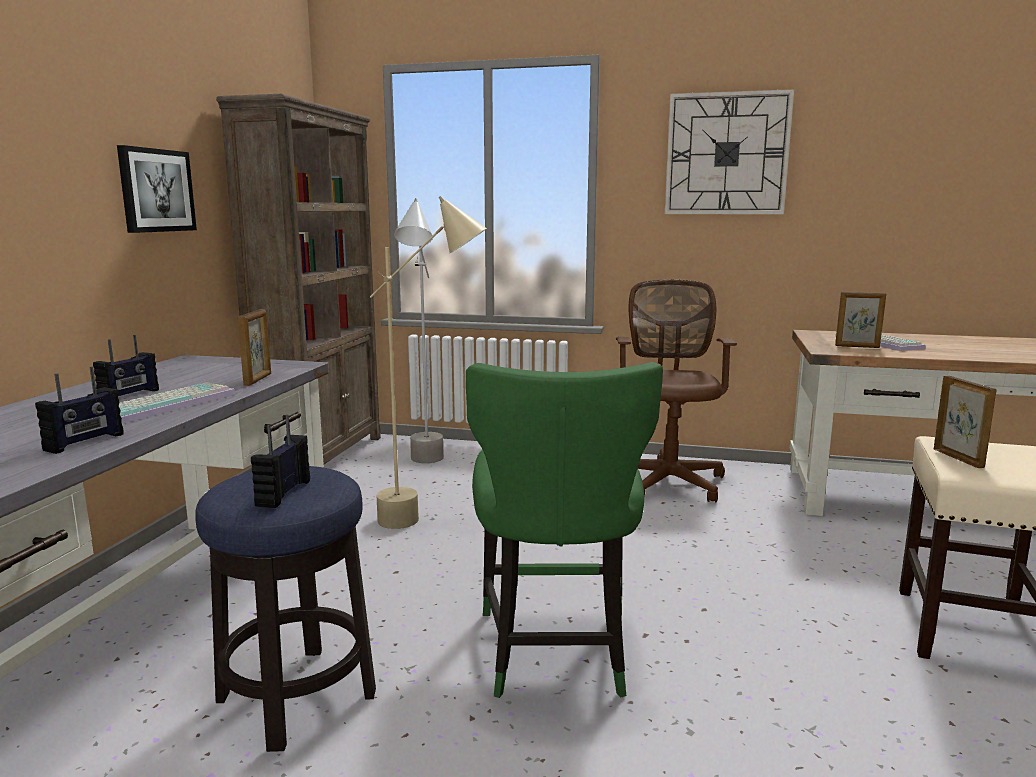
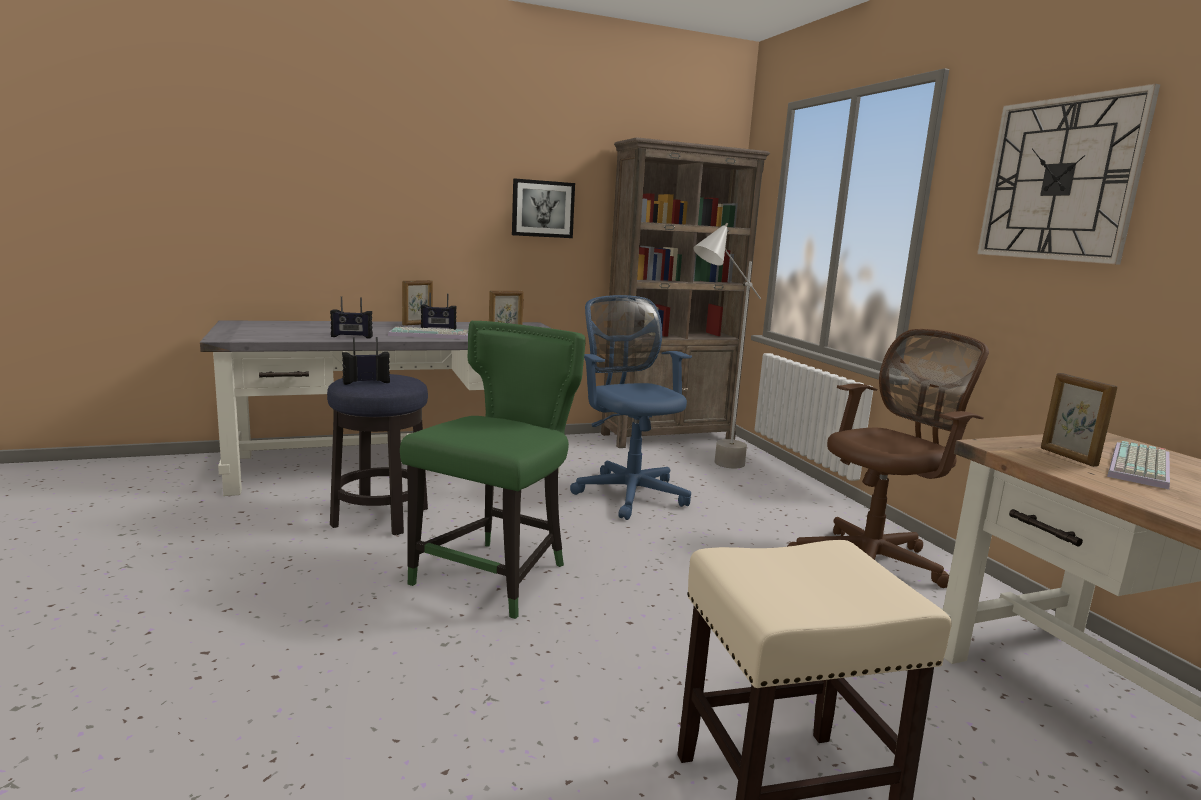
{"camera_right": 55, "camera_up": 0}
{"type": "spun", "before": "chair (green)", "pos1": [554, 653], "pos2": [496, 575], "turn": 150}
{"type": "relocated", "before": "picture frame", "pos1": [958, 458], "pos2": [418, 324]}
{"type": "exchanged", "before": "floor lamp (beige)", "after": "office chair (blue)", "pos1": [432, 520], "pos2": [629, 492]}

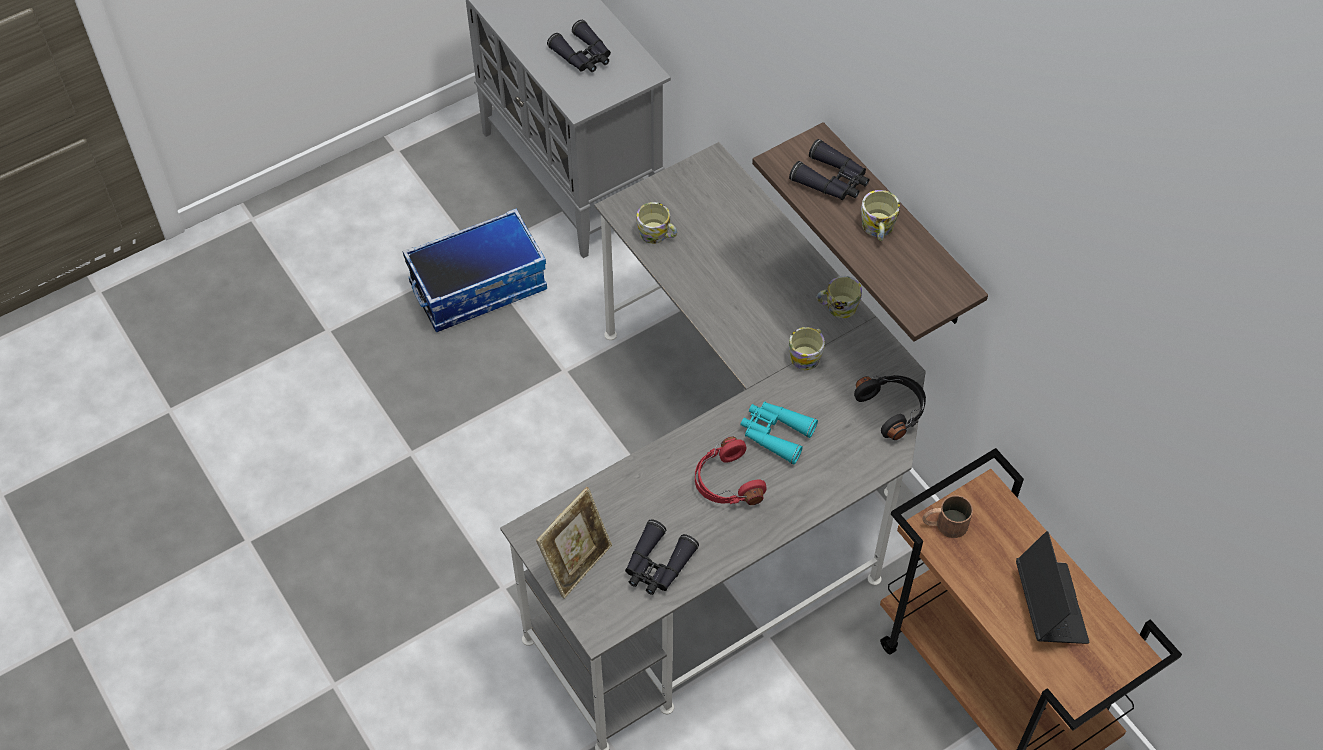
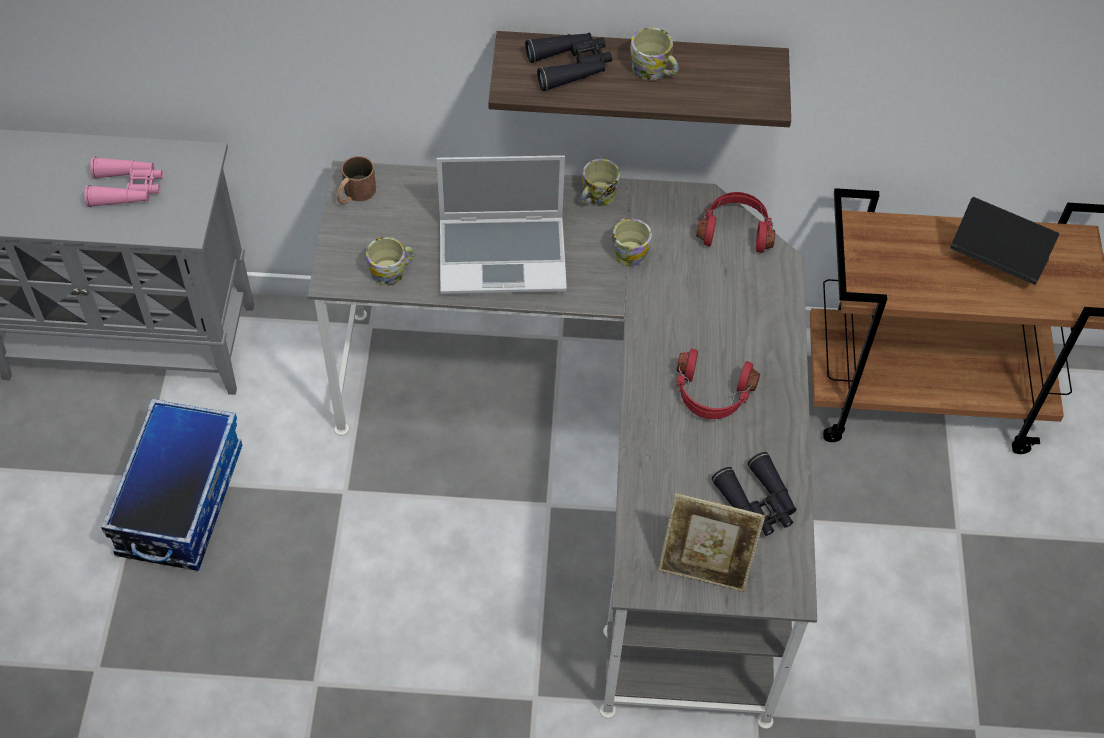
{"camera_right": -55, "camera_up": 0}
{"type": "colour", "before": "binoculars (black)", "after": "binoculars (pink)", "pos1": [583, 56], "pos2": [127, 189]}
{"type": "relocated", "before": "mug (brown)", "pos1": [944, 524], "pos2": [354, 194]}
{"type": "appeared", "after": "laptop", "pos2": [504, 255]}
{"type": "spun", "before": "picture frame", "pos1": [577, 563], "pos2": [705, 566], "turn": 120}
{"type": "colour", "before": "headphones (black)", "after": "headphones (red)", "pos1": [892, 409], "pos2": [735, 230]}
{"type": "missing", "before": "binoculars (turquoise)", "pos1": [775, 434]}

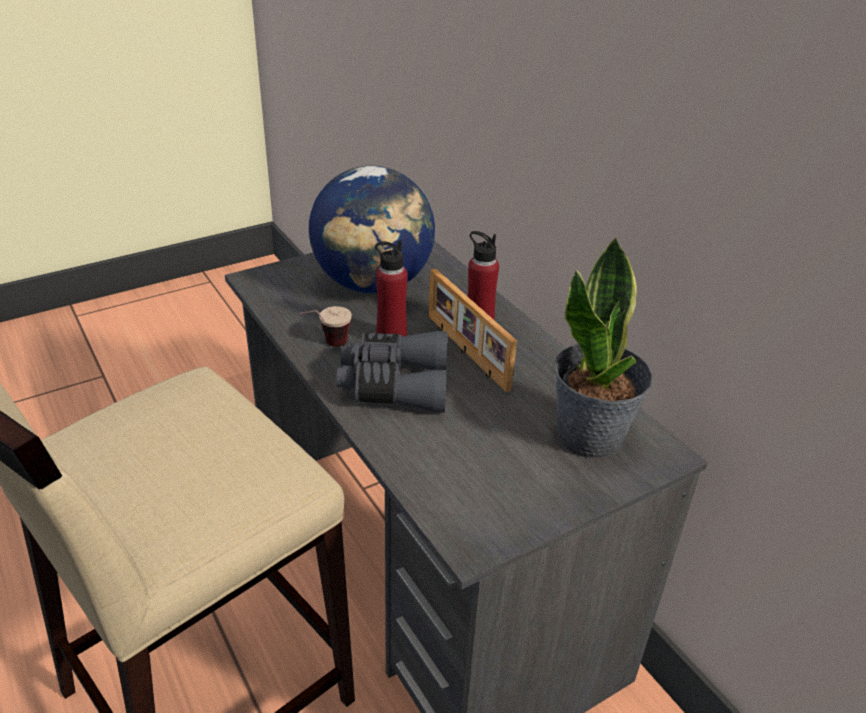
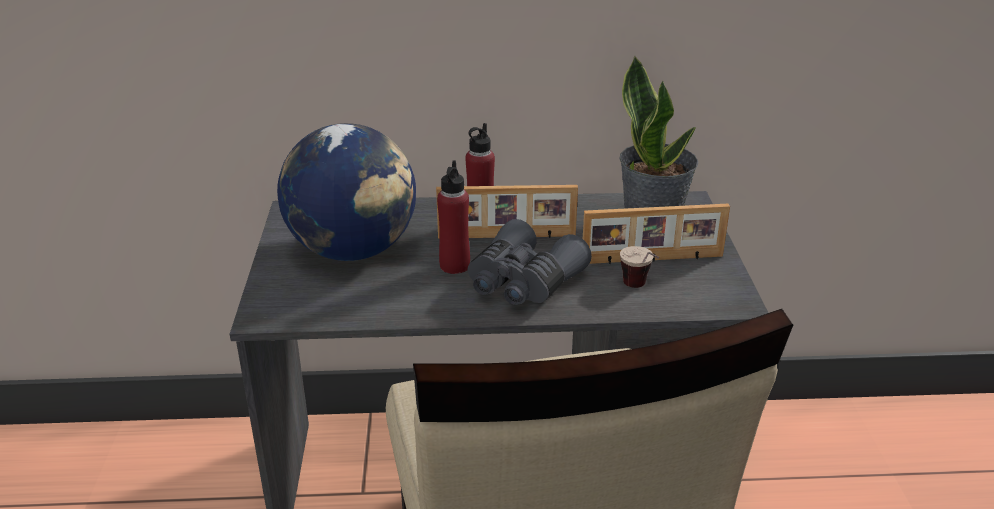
{"camera_right": -60, "camera_up": -5}
{"type": "appeared", "after": "picture frame", "pos2": [652, 260]}
{"type": "relocated", "before": "cup", "pos1": [326, 346], "pos2": [640, 289]}

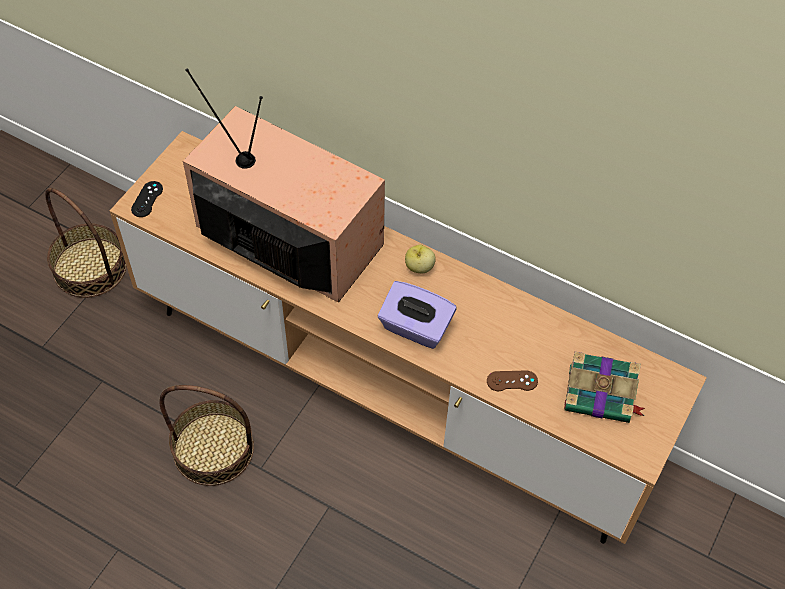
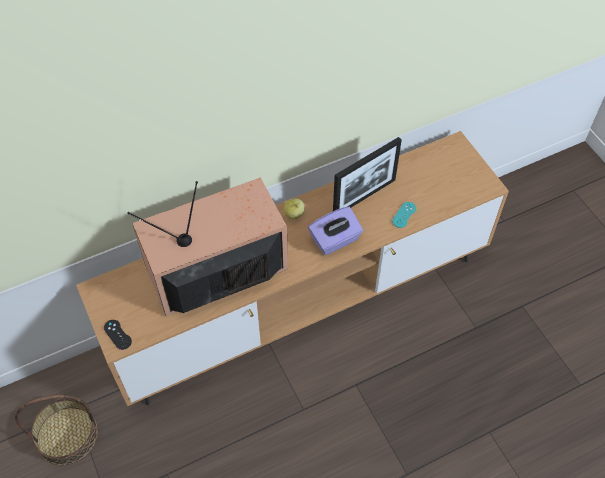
{"camera_right": -55, "camera_up": 0}
{"type": "appeared", "after": "picture frame", "pos2": [364, 197]}
{"type": "colour", "before": "game controller (brown)", "after": "game controller (turquoise)", "pos1": [512, 381], "pos2": [404, 215]}
{"type": "missing", "before": "basket", "pos1": [213, 448]}
{"type": "missing", "before": "book", "pos1": [601, 394]}

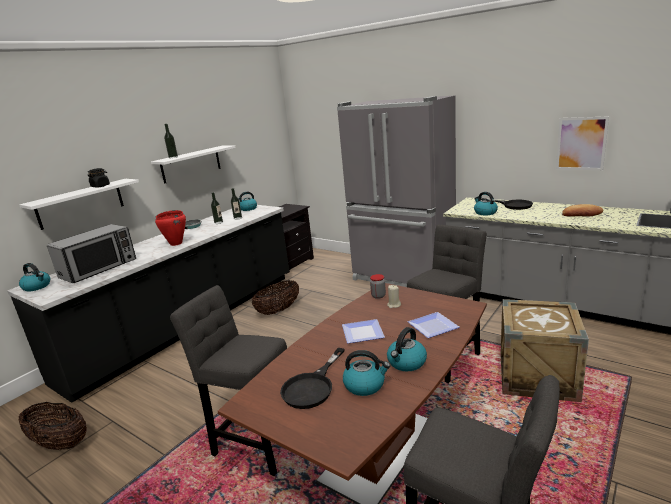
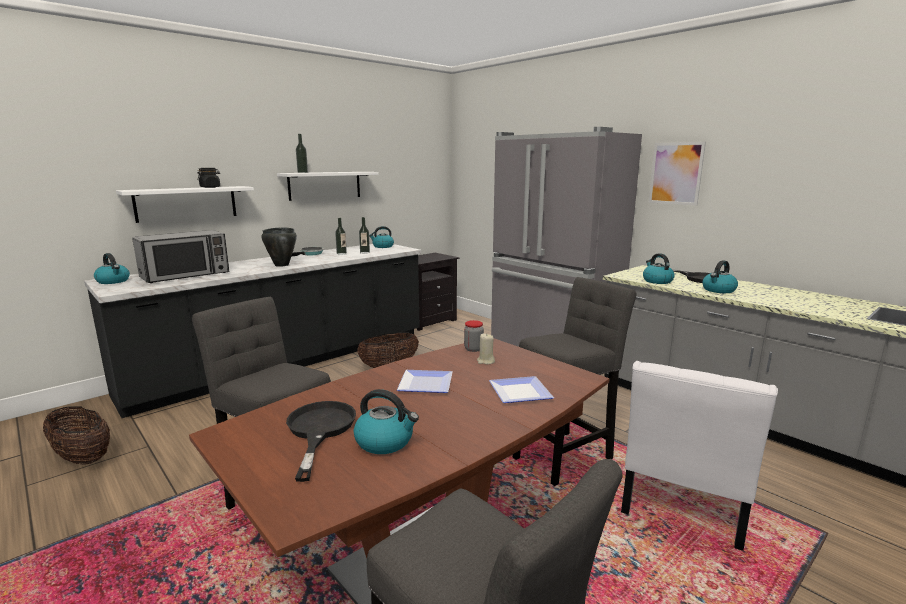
{"camera_right": 10, "camera_up": -5}
{"type": "colour", "before": "cooking pot (red)", "after": "cooking pot (black)", "pos1": [176, 243], "pos2": [281, 265]}
{"type": "spun", "before": "frying pan (black)", "pos1": [312, 386], "pos2": [319, 430], "turn": 135}
{"type": "exchanged", "before": "crate", "after": "chair (white)", "pos1": [537, 377], "pos2": [682, 504]}
{"type": "relocated", "before": "picture", "pos1": [581, 143], "pos2": [676, 173]}
{"type": "relocated", "before": "kettle", "pos1": [406, 363], "pos2": [718, 290]}
{"type": "missing", "before": "bread", "pos1": [581, 214]}

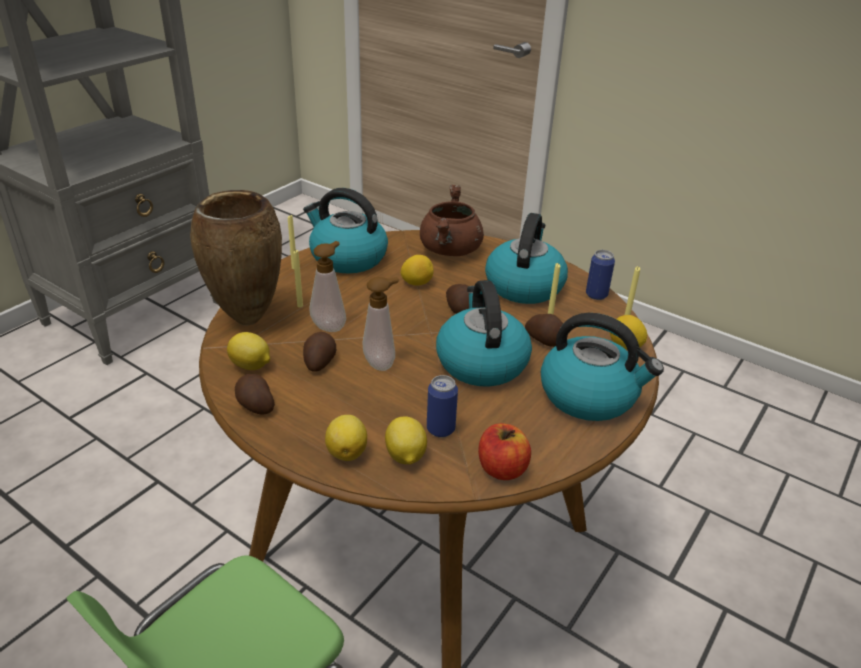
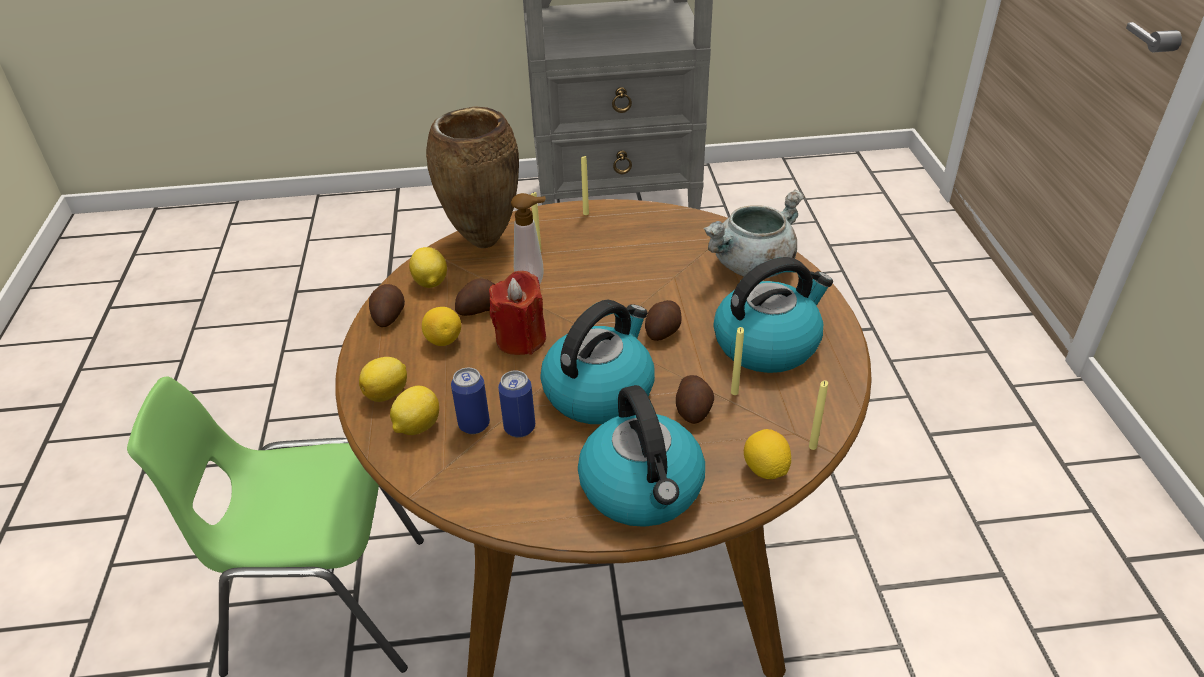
{"camera_right": 50, "camera_up": 5}
{"type": "relocated", "before": "lemon", "pos1": [417, 283], "pos2": [443, 341]}
{"type": "exchanged", "before": "soap dispenser", "after": "candle (red)", "pos1": [382, 362], "pos2": [521, 339]}
{"type": "relocated", "before": "can", "pos1": [596, 295], "pos2": [519, 428]}
{"type": "colour", "before": "cooking pot (brown)", "after": "cooking pot (grey)", "pos1": [450, 250], "pos2": [752, 267]}
{"type": "missing", "before": "kettle", "pos1": [347, 258]}
{"type": "missing", "before": "apple", "pos1": [501, 468]}

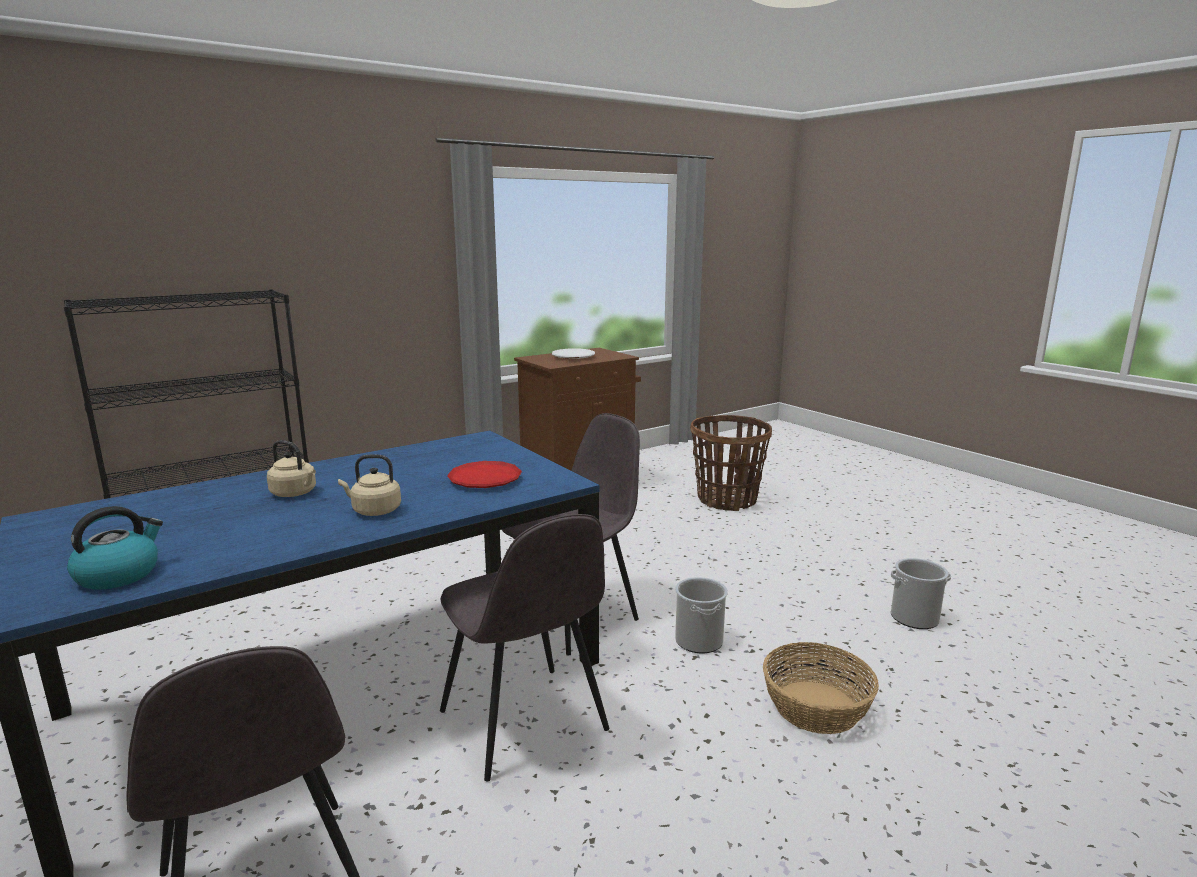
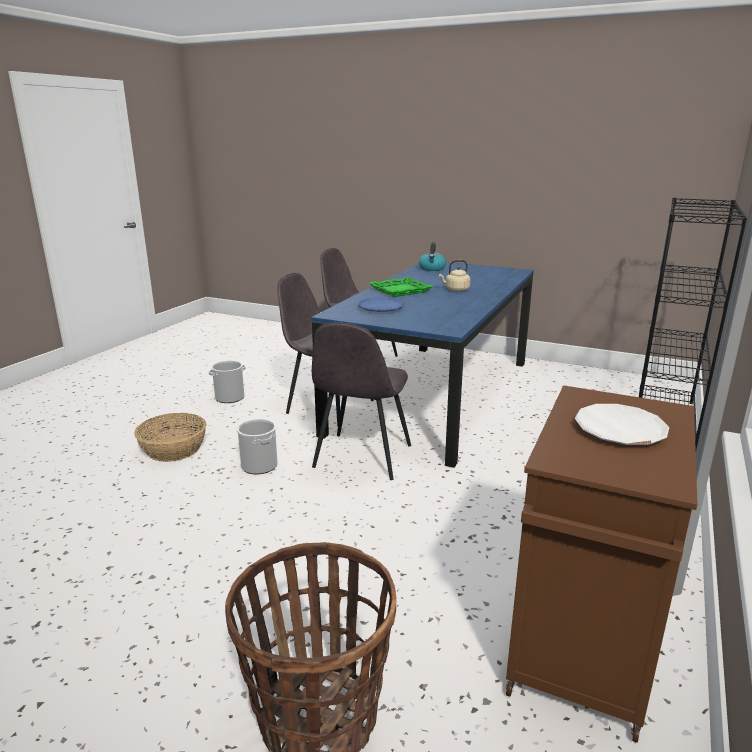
{"camera_right": 150, "camera_up": 5}
{"type": "relocated", "before": "bucket", "pos1": [914, 618], "pos2": [230, 397]}
{"type": "colour", "before": "plate (red)", "after": "plate (blue)", "pos1": [485, 480], "pos2": [380, 308]}
{"type": "exchanged", "before": "kettle (beige)", "after": "tray (green)", "pos1": [374, 511], "pos2": [400, 290]}

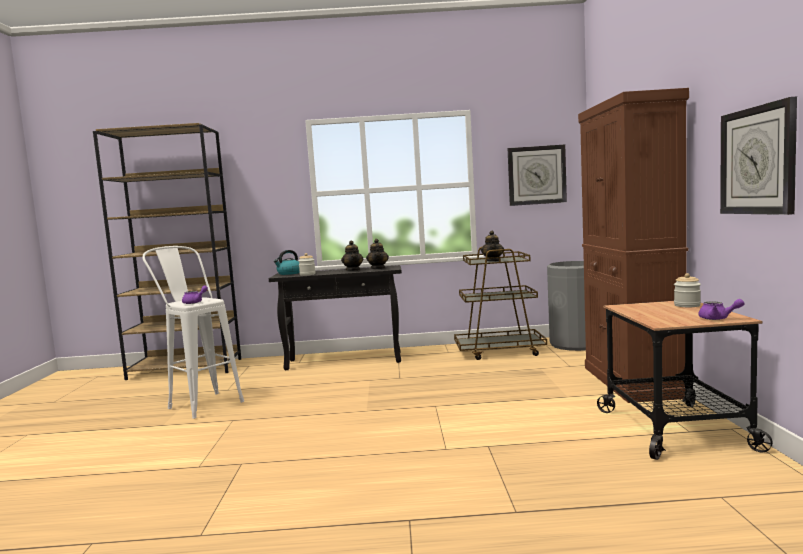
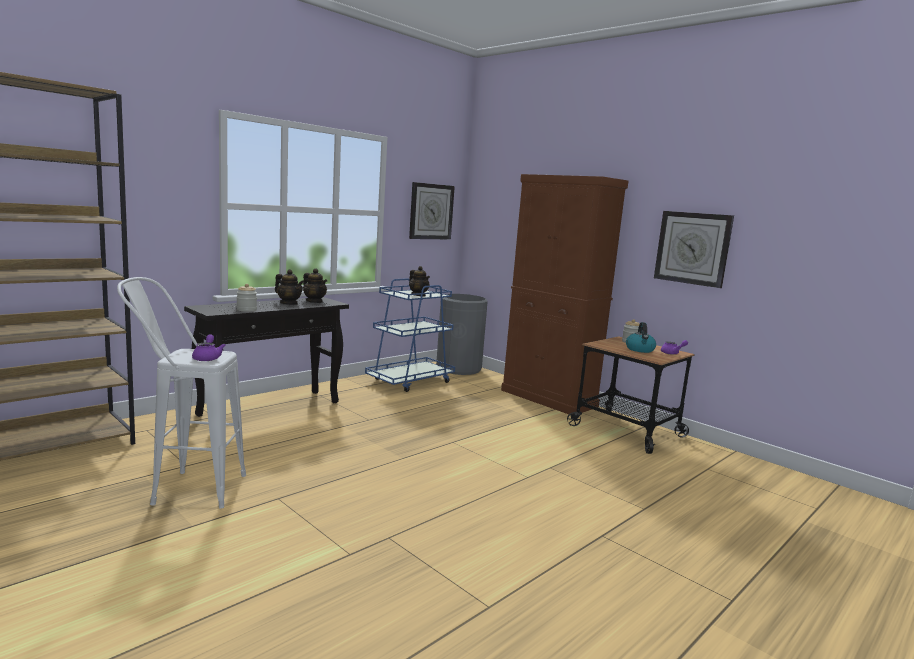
{"camera_right": -45, "camera_up": 5}
{"type": "colour", "before": "cart (brown)", "after": "cart (blue)", "pos1": [499, 351], "pos2": [410, 381]}
{"type": "relocated", "before": "kettle", "pos1": [289, 273], "pos2": [640, 350]}

